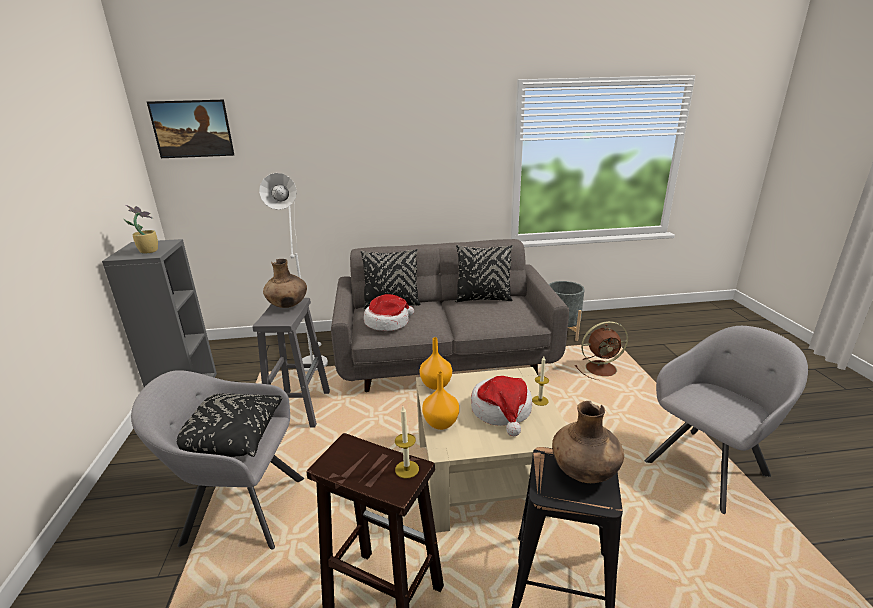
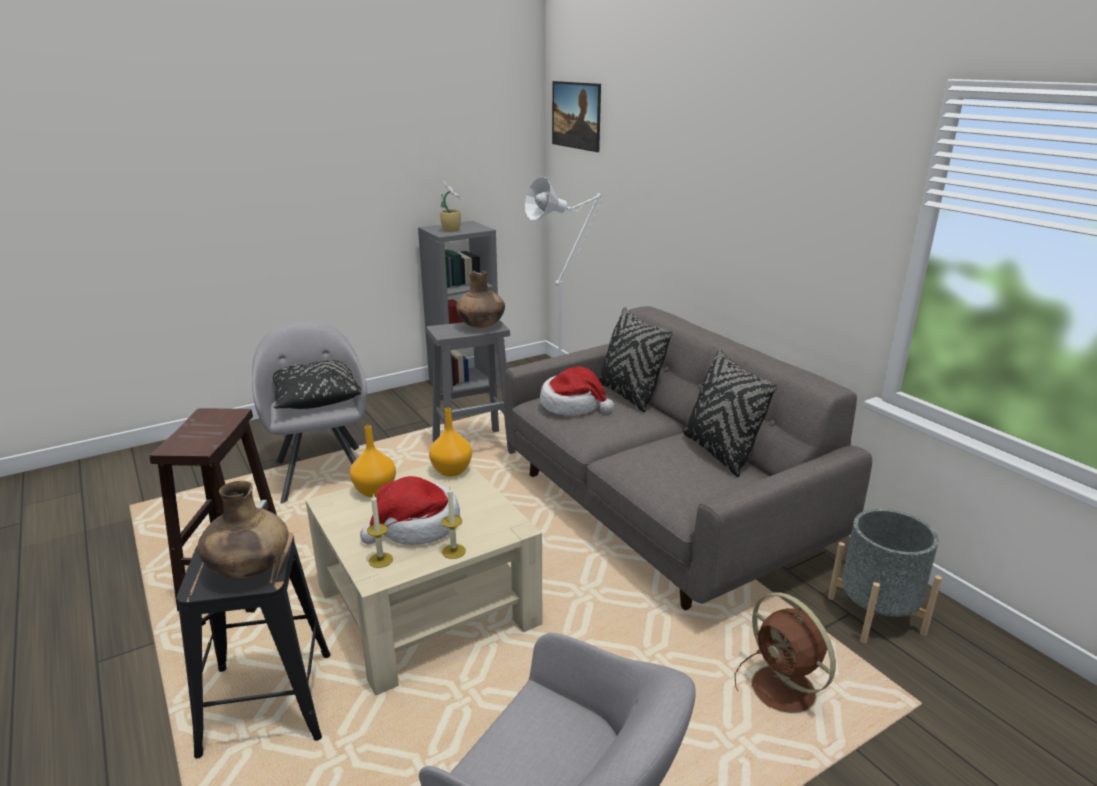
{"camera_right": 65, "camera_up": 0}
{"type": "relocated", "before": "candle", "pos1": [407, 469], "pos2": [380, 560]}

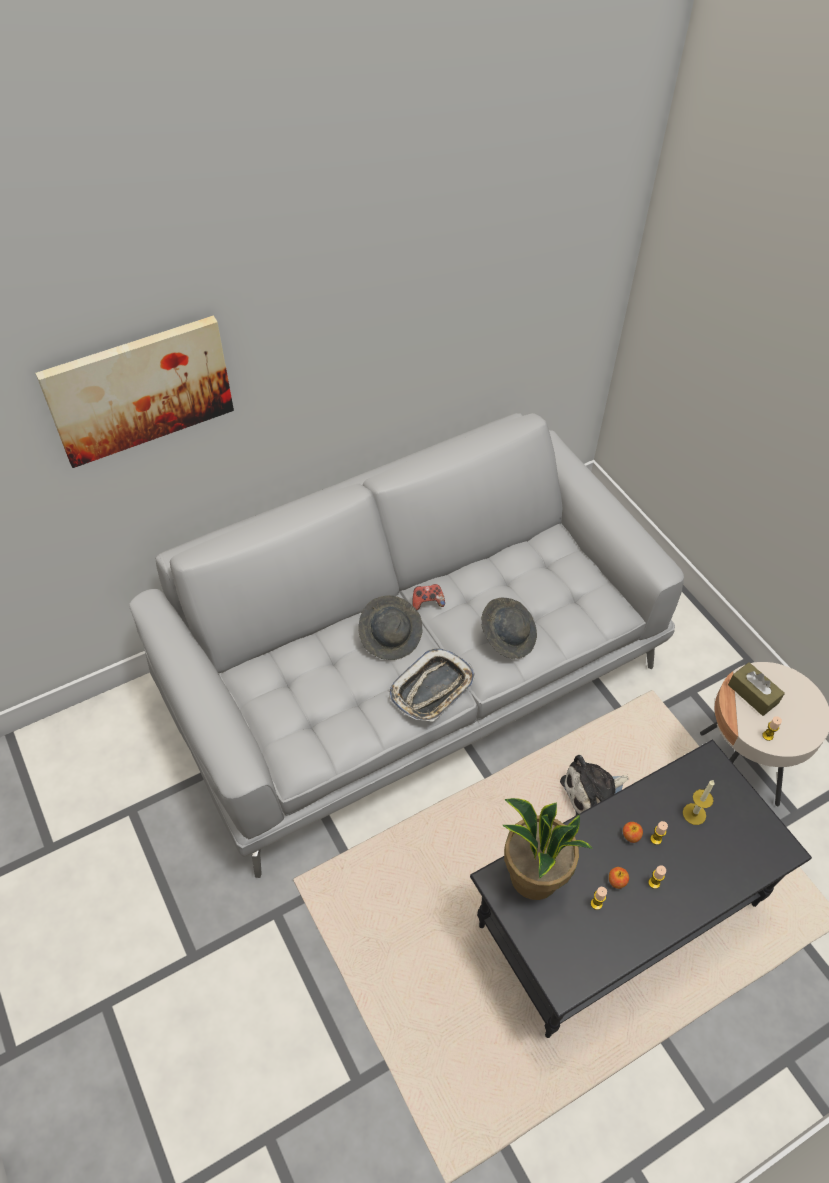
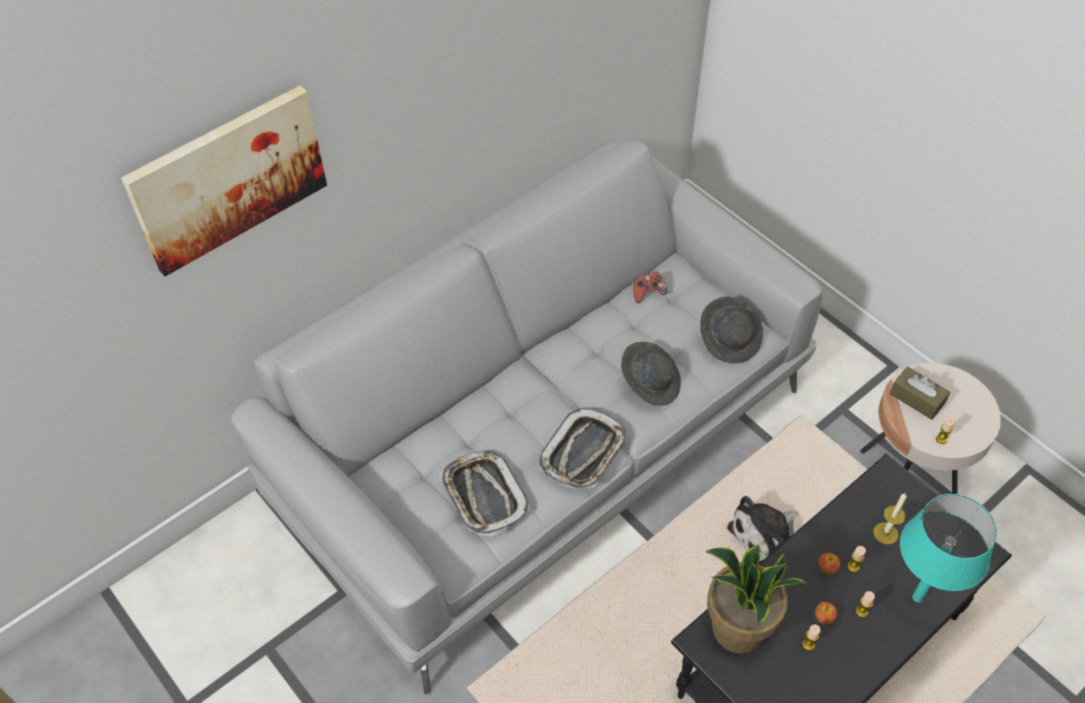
{"camera_right": -10, "camera_up": 0}
{"type": "appeared", "after": "tray", "pos2": [484, 496]}
{"type": "relocated", "before": "game controller", "pos1": [427, 602], "pos2": [647, 293]}
{"type": "relocated", "before": "hat (grey)", "pos1": [391, 636], "pos2": [729, 340]}
{"type": "appeared", "after": "table lamp (turquoise)", "pos2": [917, 597]}

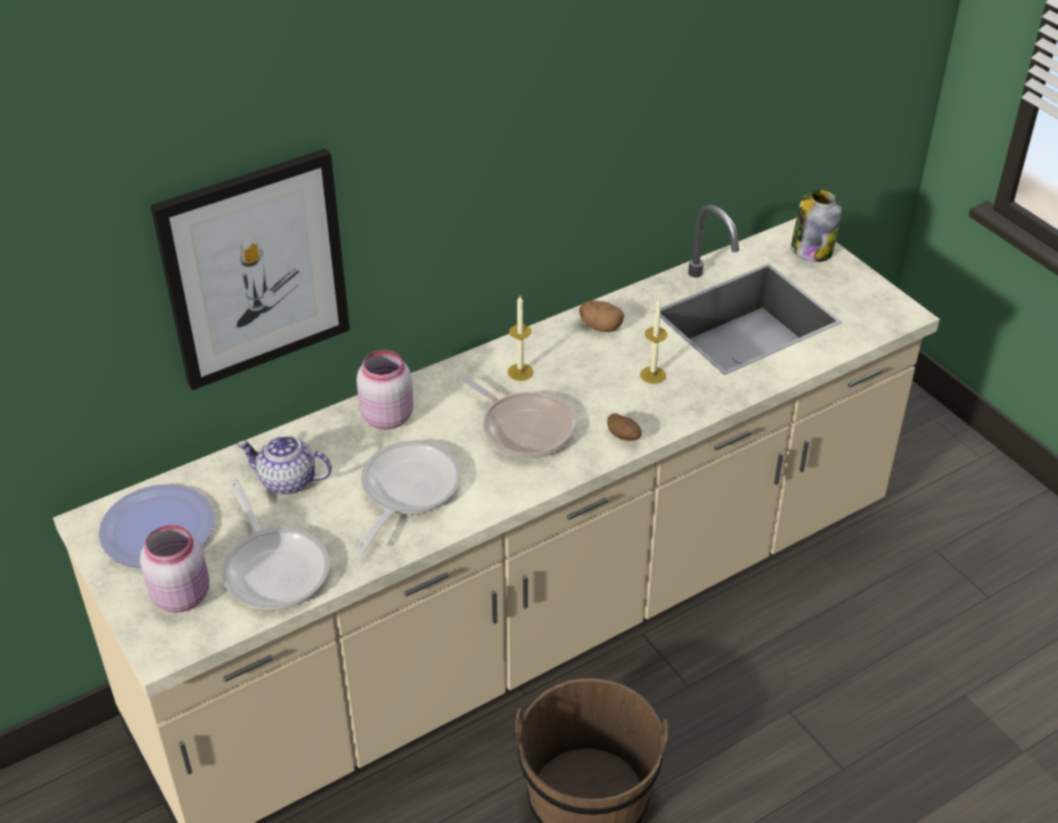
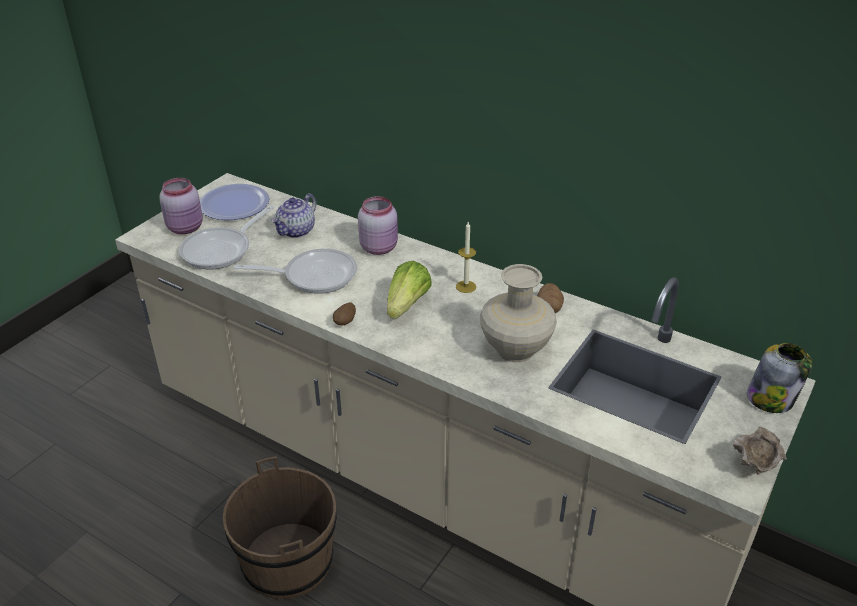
{"camera_right": 65, "camera_up": -5}
{"type": "spun", "before": "teapot", "pos1": [287, 481], "pos2": [296, 231], "turn": -135}
{"type": "relocated", "before": "potato", "pos1": [623, 437], "pos2": [345, 322]}
{"type": "exchanged", "before": "frying pan", "after": "lettuce", "pos1": [523, 429], "pos2": [407, 305]}
{"type": "exchanged", "before": "candle", "after": "vase (beige)", "pos1": [653, 375], "pos2": [514, 349]}
{"type": "appeared", "after": "bowl (beige)", "pos2": [755, 464]}
{"type": "missing", "before": "picture", "pos1": [255, 269]}

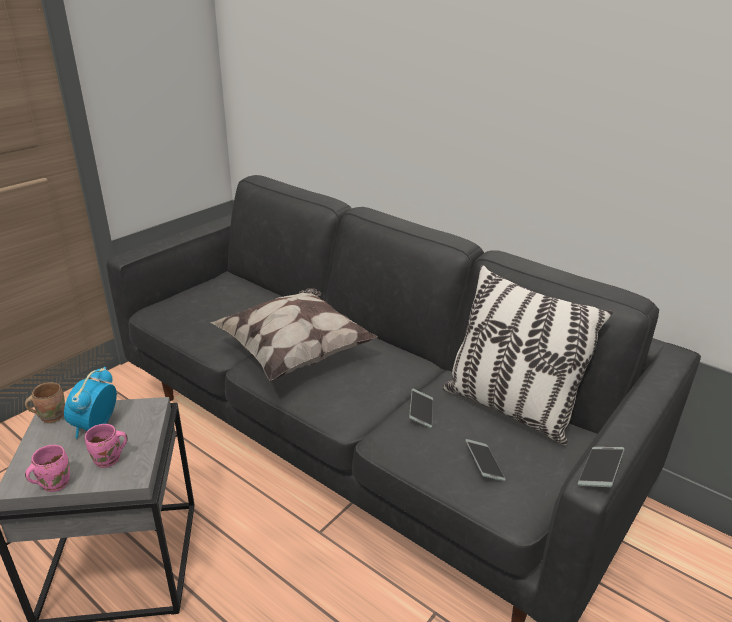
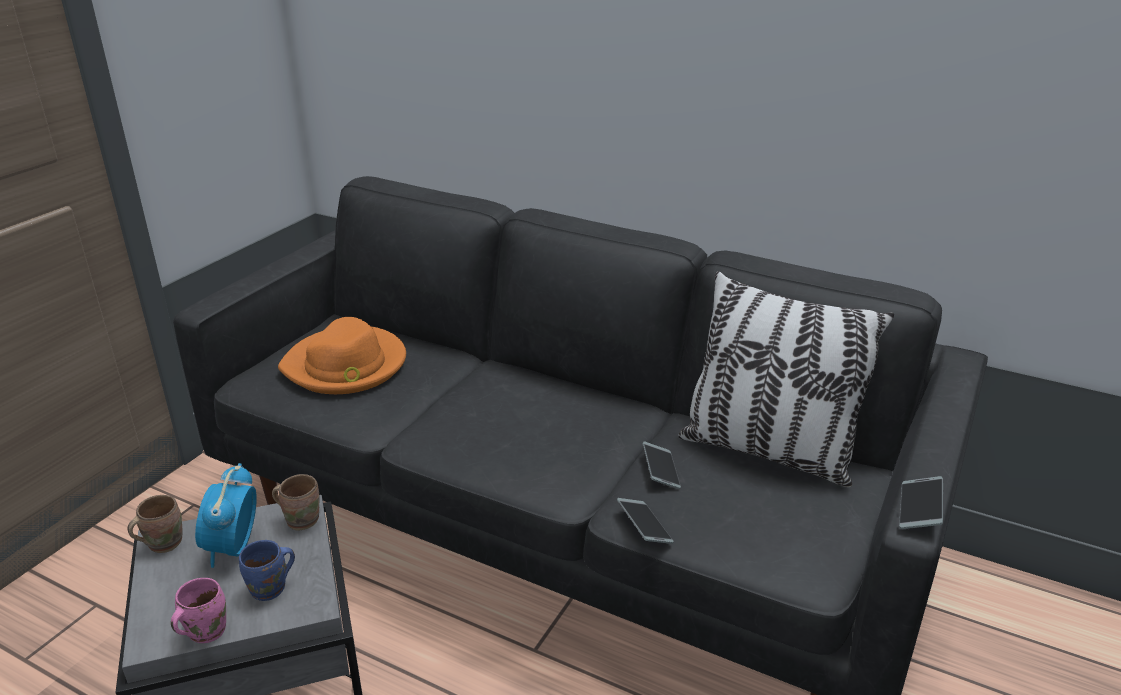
{"camera_right": -10, "camera_up": 0}
{"type": "colour", "before": "mug (pink)", "after": "mug (blue)", "pos1": [109, 460], "pos2": [271, 590]}
{"type": "appeared", "after": "mug (brown)", "pos2": [302, 519]}
{"type": "appeared", "after": "hat (orange)", "pos2": [346, 366]}
{"type": "relocated", "before": "phone", "pos1": [484, 464], "pos2": [644, 526]}
{"type": "missing", "before": "pillow", "pos1": [295, 353]}

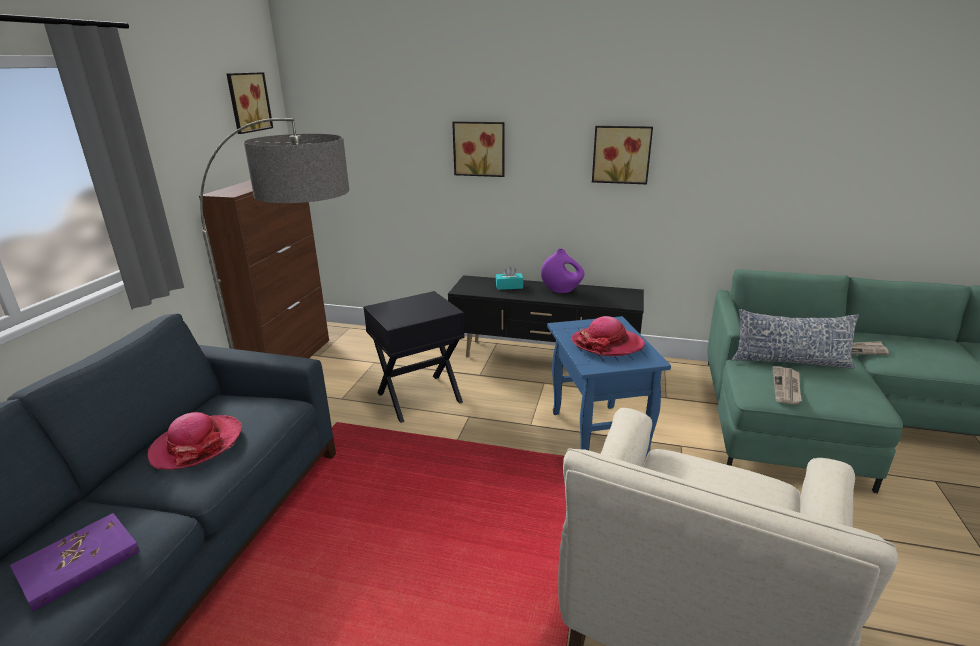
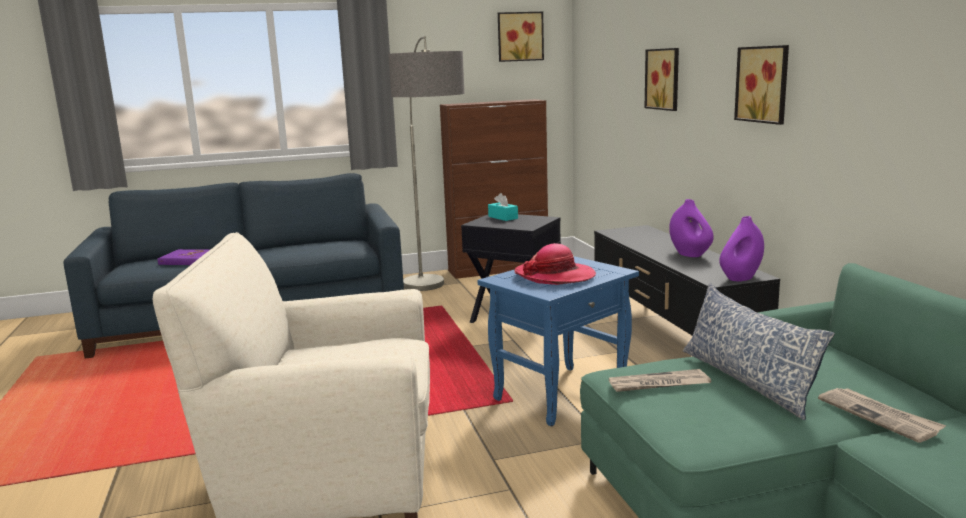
{"camera_right": 60, "camera_up": -10}
{"type": "relocated", "before": "tissue box (turquoise)", "pos1": [509, 286], "pos2": [503, 217]}
{"type": "appeared", "after": "vase (purple)", "pos2": [740, 278]}
{"type": "missing", "before": "hat", "pos1": [197, 444]}

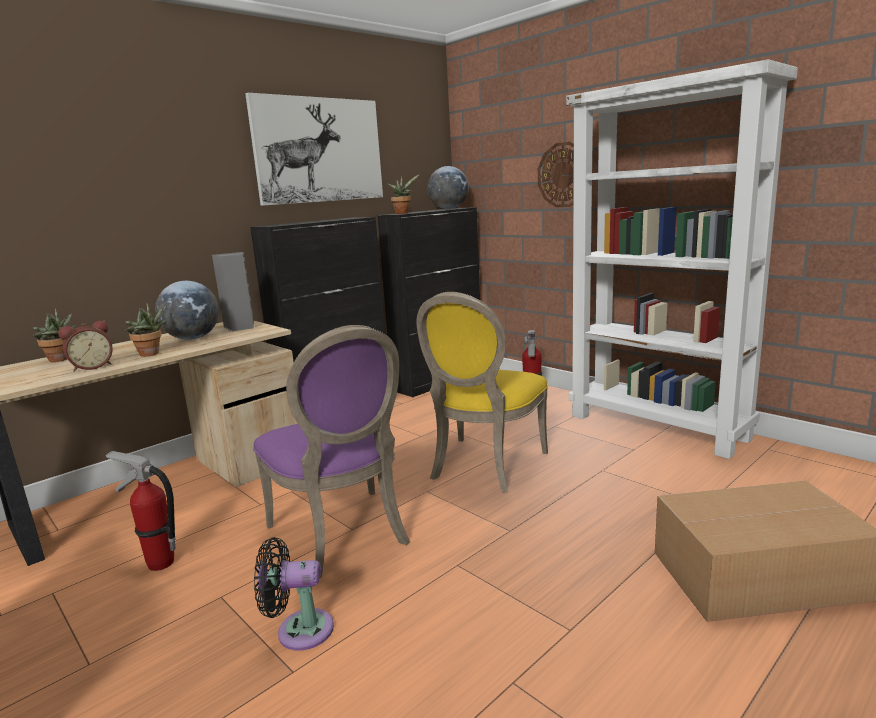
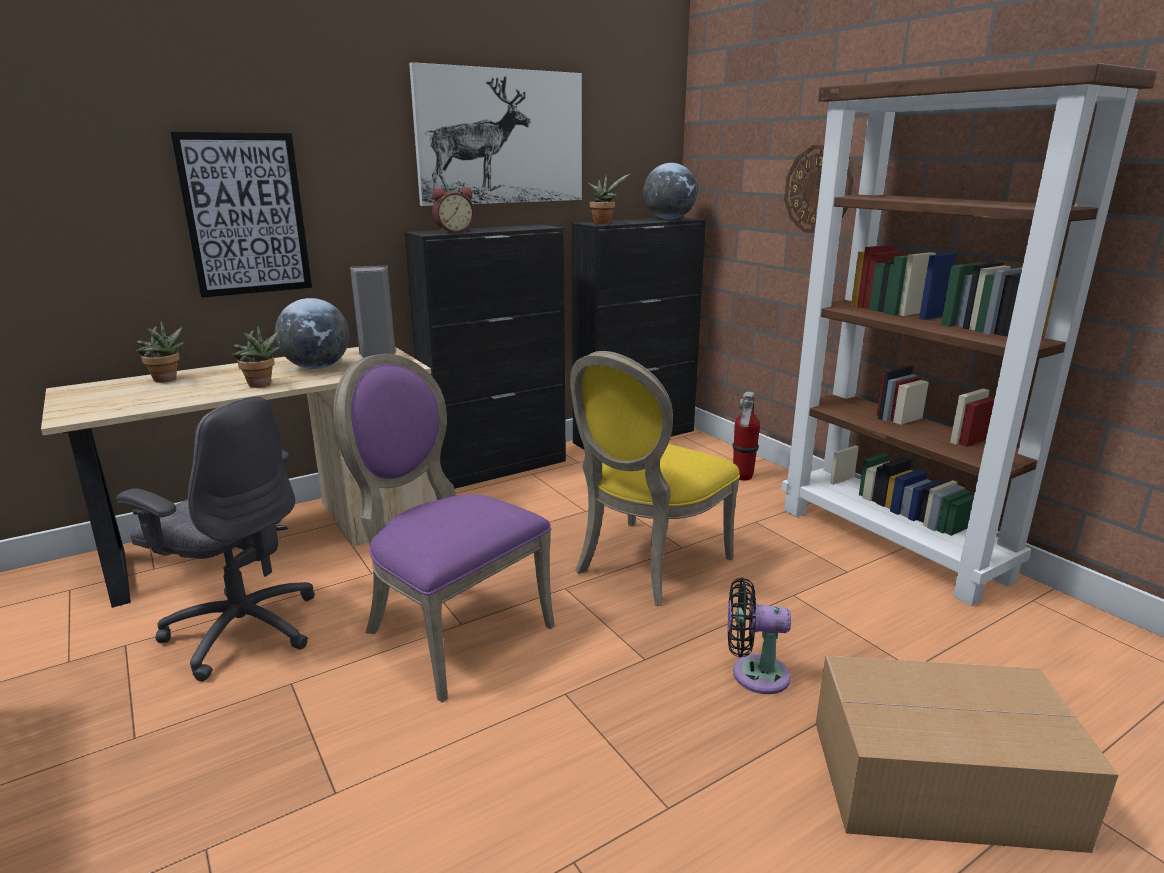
{"camera_right": 10, "camera_up": 5}
{"type": "exchanged", "before": "fire extinguisher", "after": "office chair (grey)", "pos1": [160, 563], "pos2": [242, 629]}
{"type": "appeared", "after": "picture", "pos2": [245, 215]}
{"type": "spun", "before": "chair (purple)", "pos1": [344, 535], "pos2": [449, 630], "turn": 150}
{"type": "relocated", "before": "alarm clock", "pos1": [91, 367], "pos2": [453, 231]}
{"type": "relocated", "before": "fan (black)", "pos1": [299, 630], "pos2": [754, 674]}
{"type": "colour", "before": "bookcase (white)", "after": "bookcase (brown)", "pos1": [658, 427], "pos2": [892, 543]}

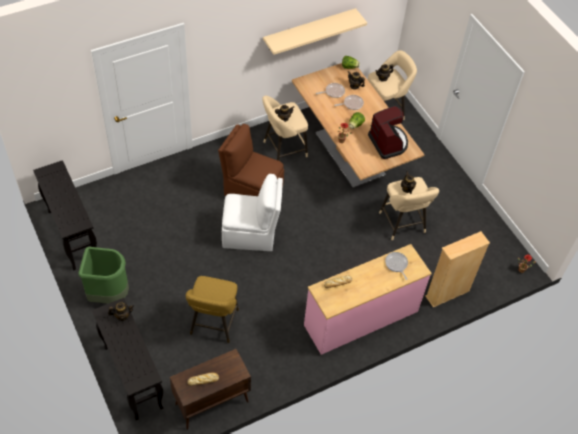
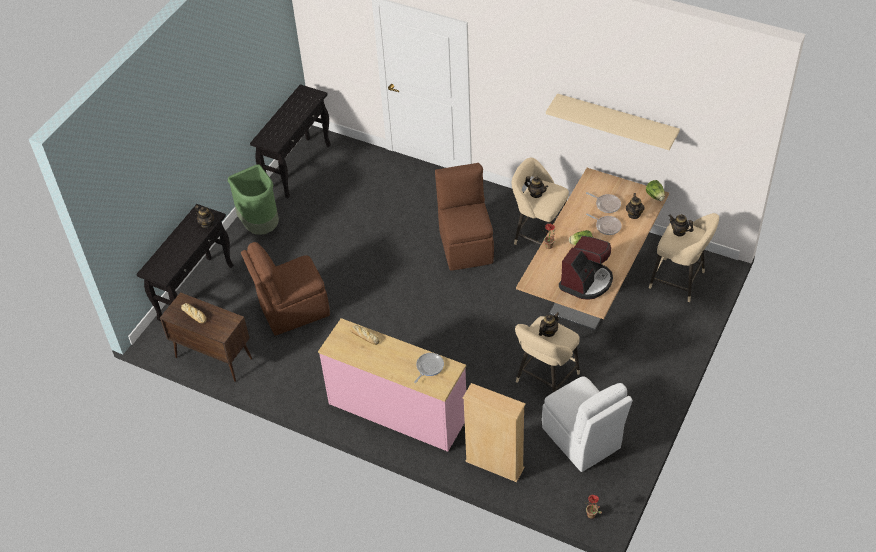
{"camera_right": 60, "camera_up": -5}
{"type": "exchanged", "before": "stool (yellow)", "after": "chair (brown)", "pos1": [213, 325], "pos2": [292, 310]}
{"type": "relocated", "before": "chair (white)", "pos1": [250, 234], "pos2": [582, 439]}

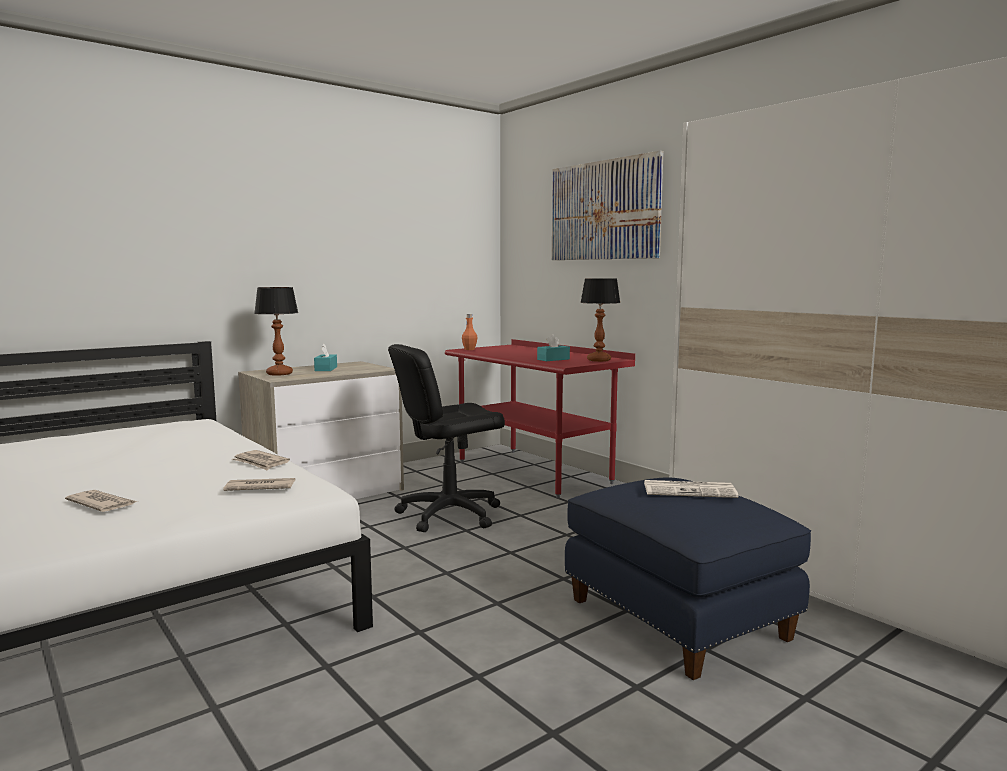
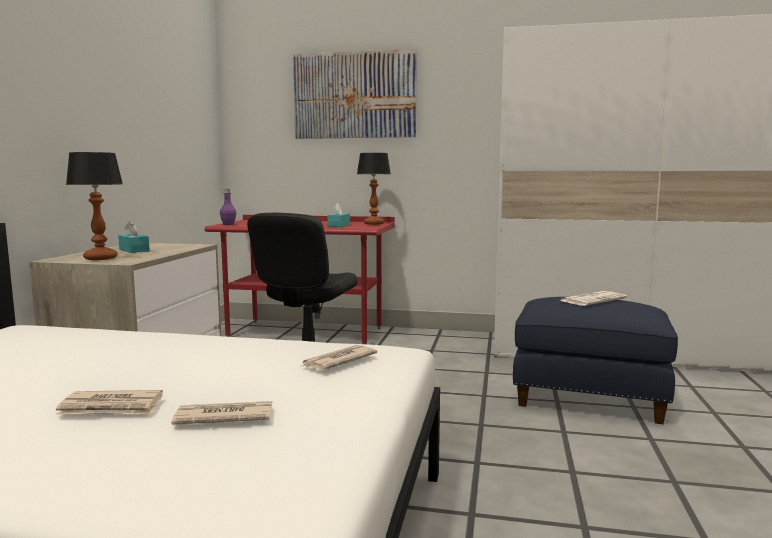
{"camera_right": -40, "camera_up": 0}
{"type": "relocated", "before": "newspaper", "pos1": [260, 462], "pos2": [112, 407]}
{"type": "colour", "before": "bottle (orange)", "after": "bottle (purple)", "pos1": [469, 349], "pos2": [228, 224]}

